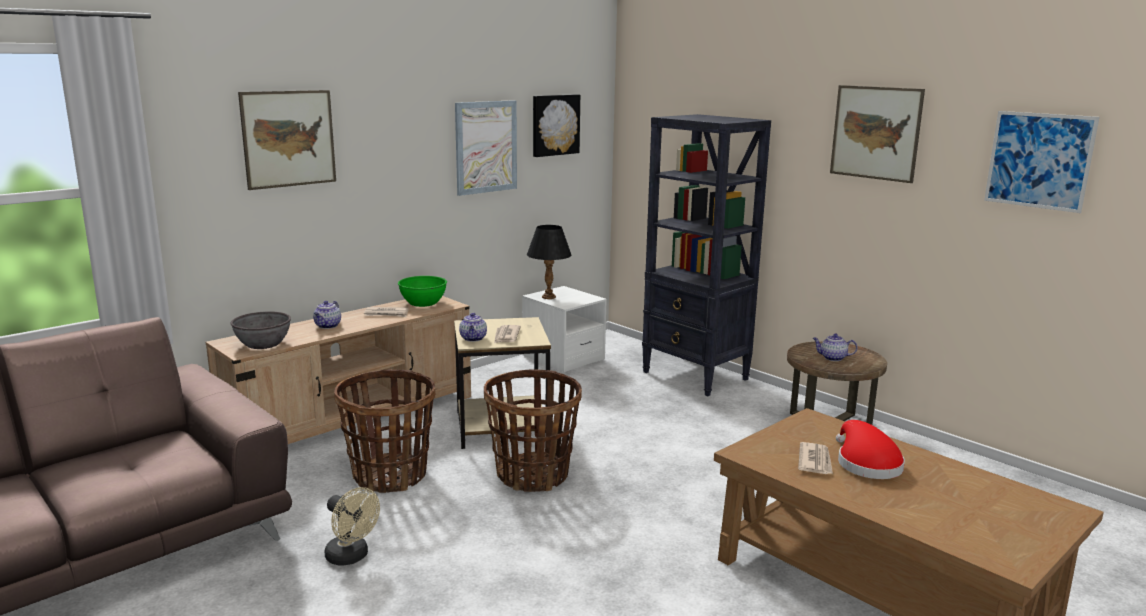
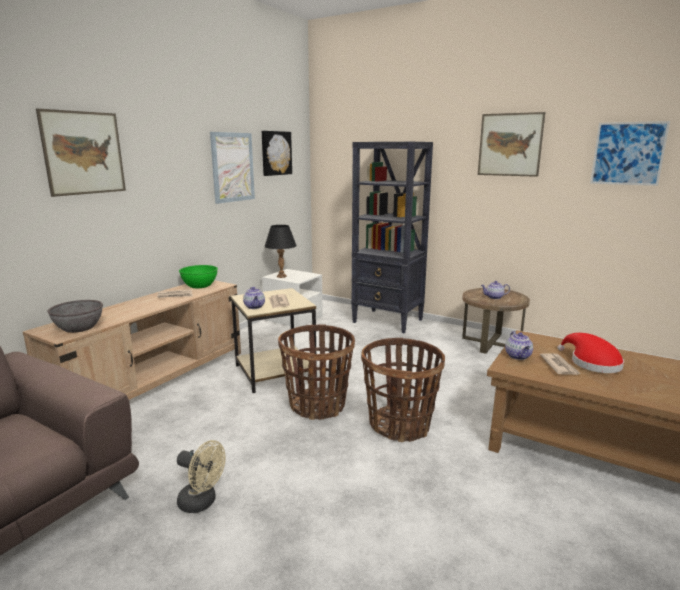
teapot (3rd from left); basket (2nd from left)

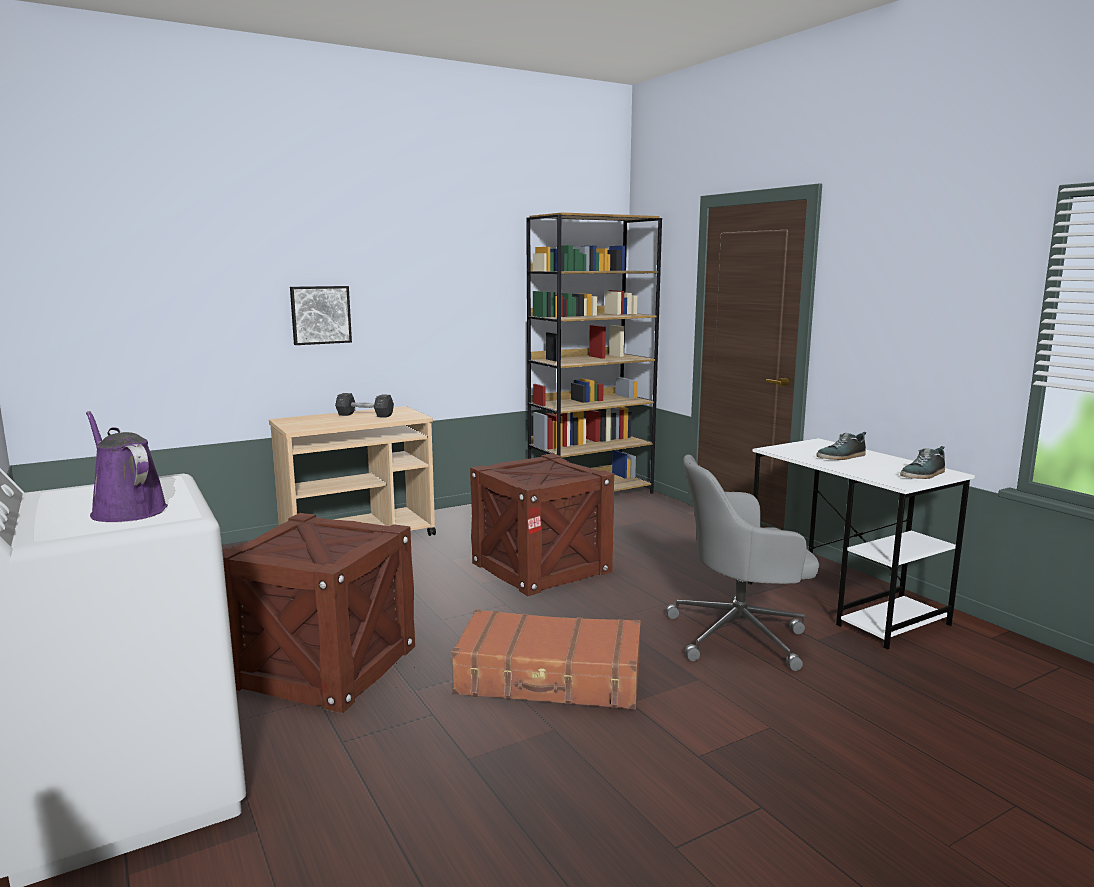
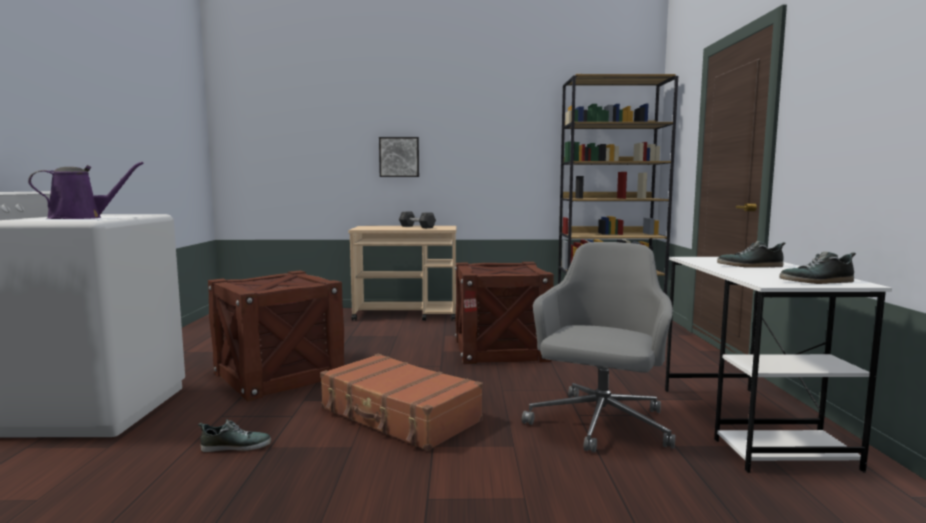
shoe (1st from left); watering can (purple); office chair (grey)

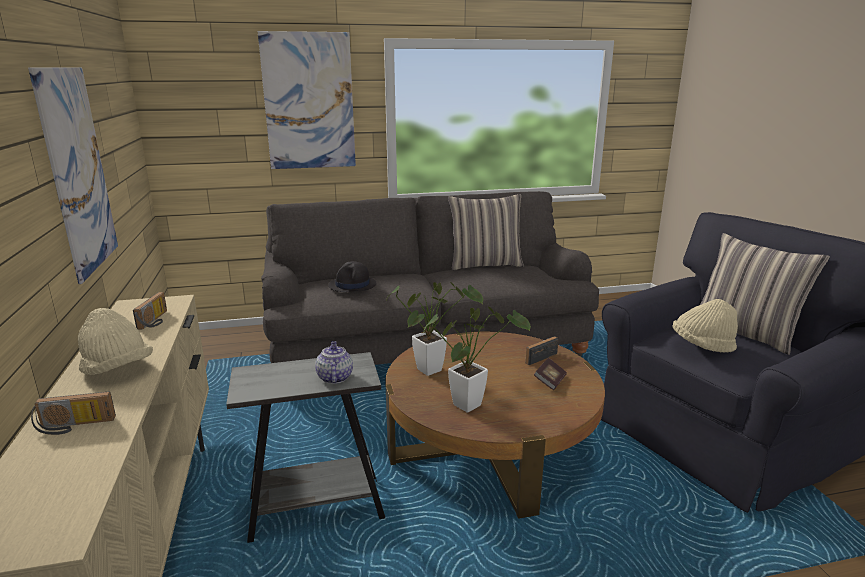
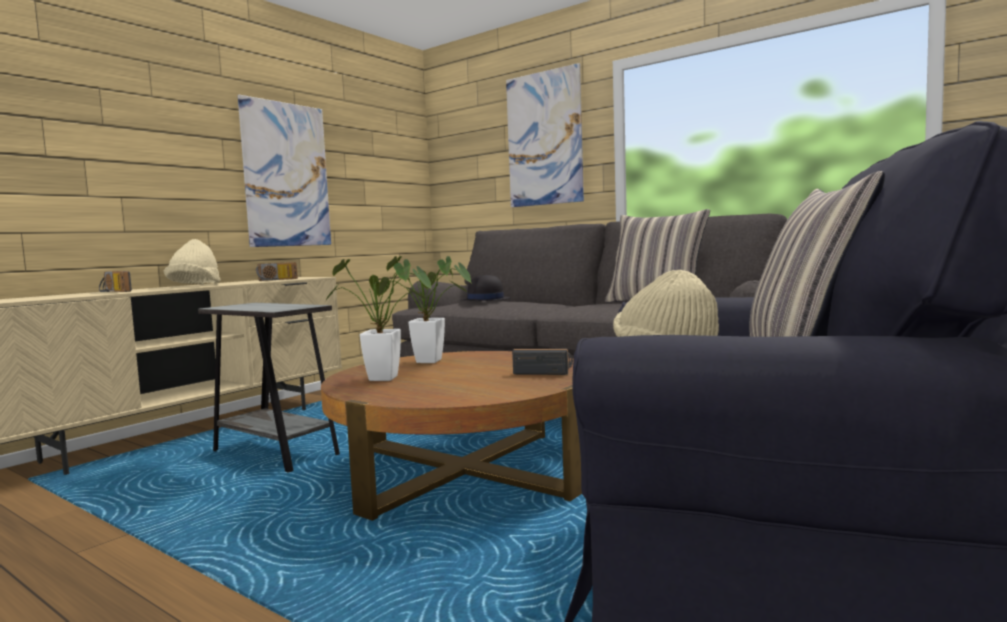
teapot; book

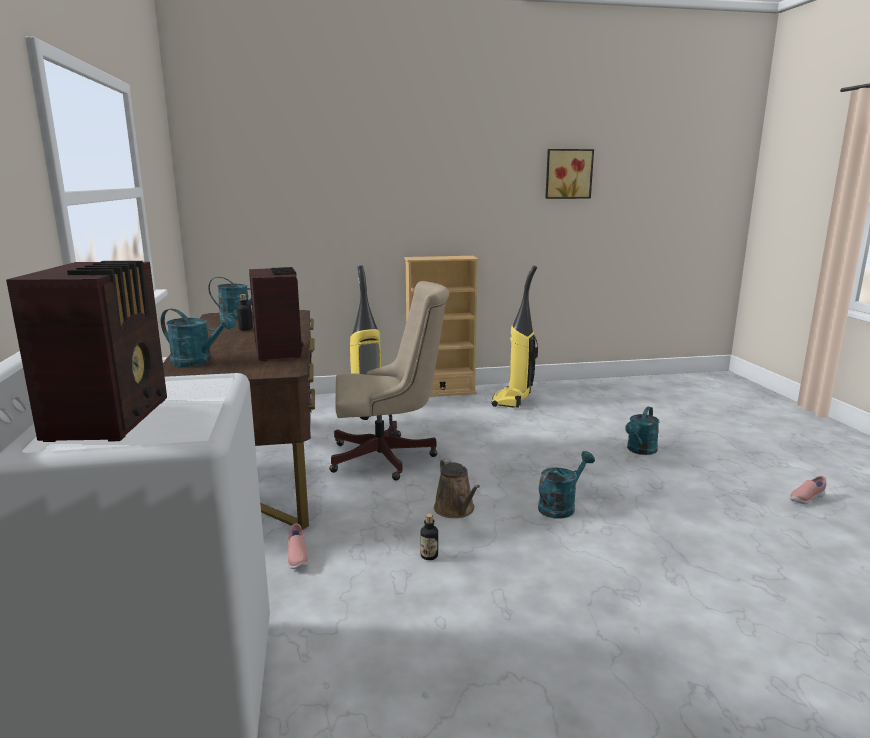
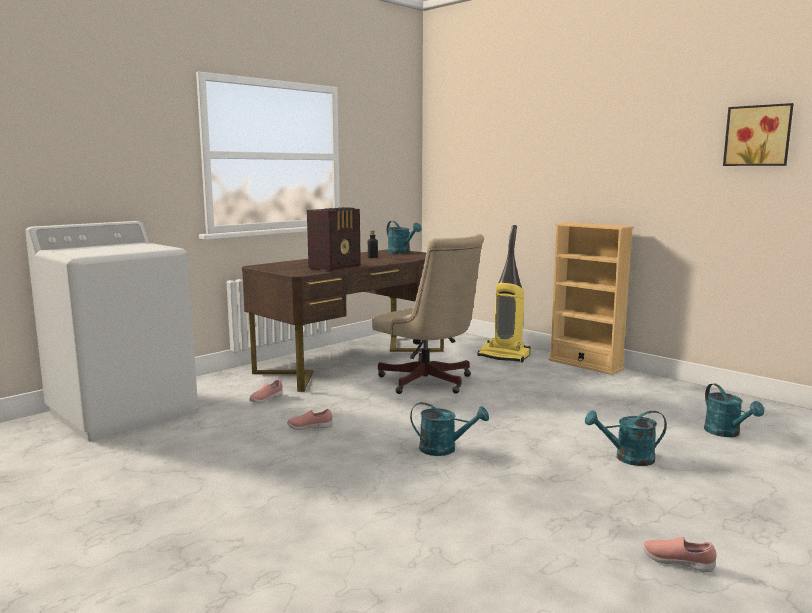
radio (1st from left in the first image); watering can (brown); vacuum cleaner (2nd from left in the first image); watering can (turquoise) (4th from left); shoe (pink) (2nd from left)

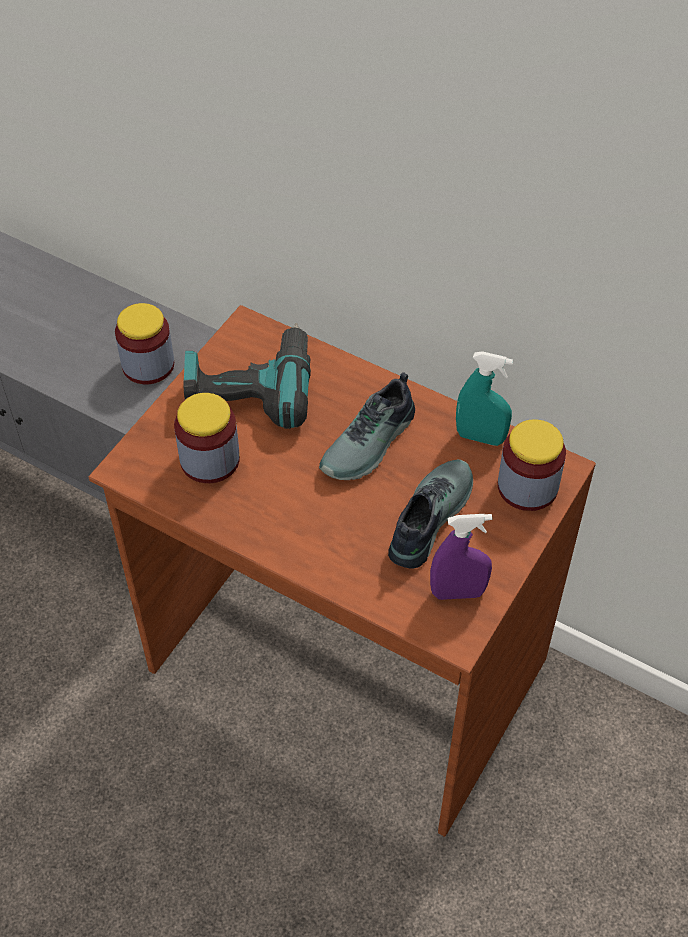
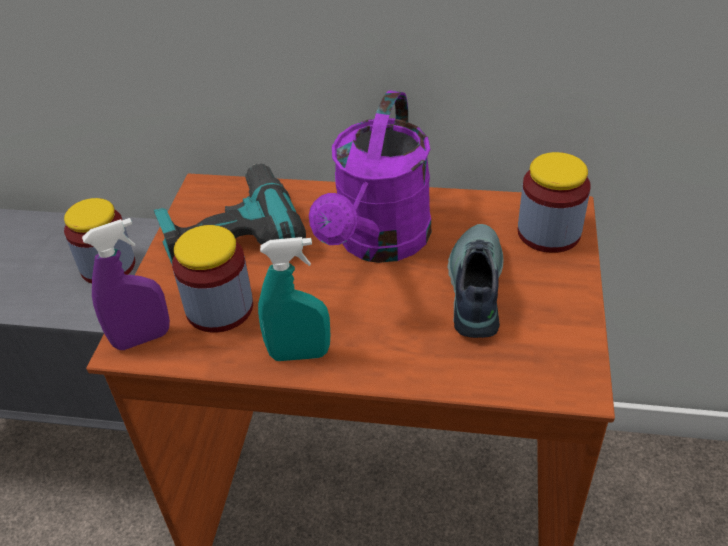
spray bottle (purple); spray bottle (turquoise); watering can (purple)

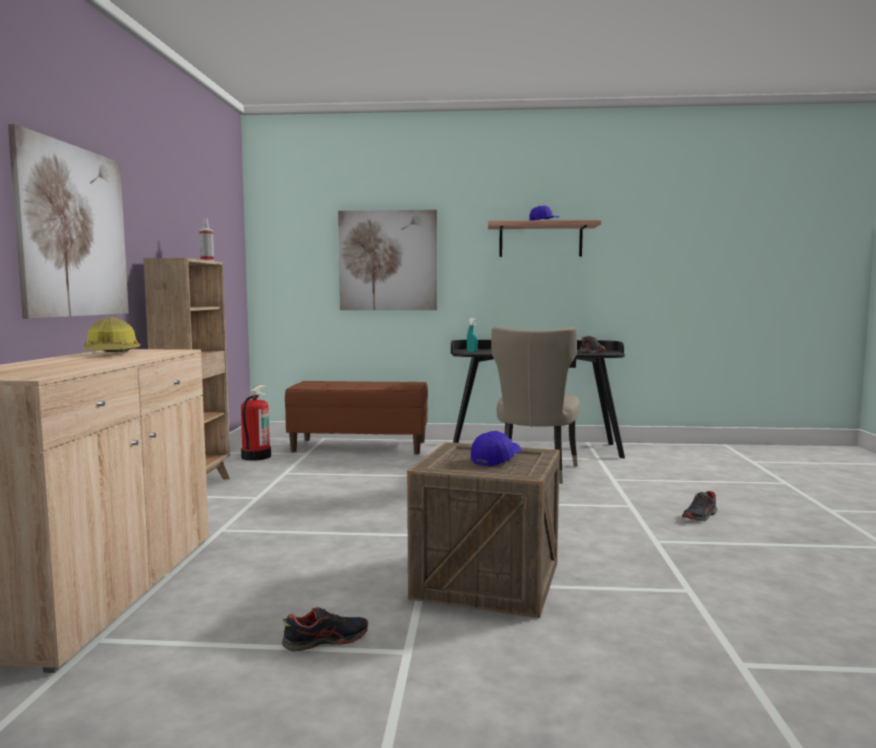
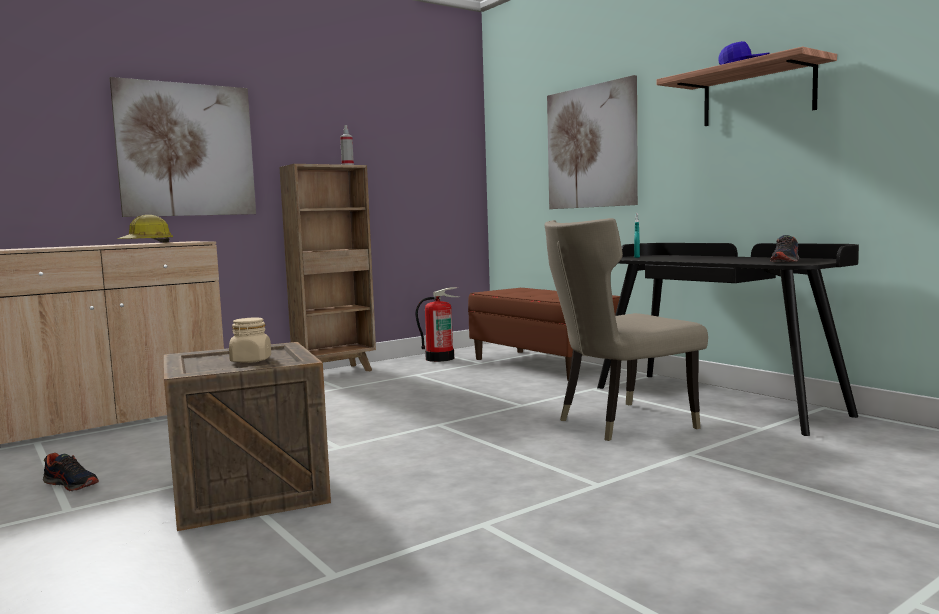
shoe (3rd from left in the first image); jar (beige)

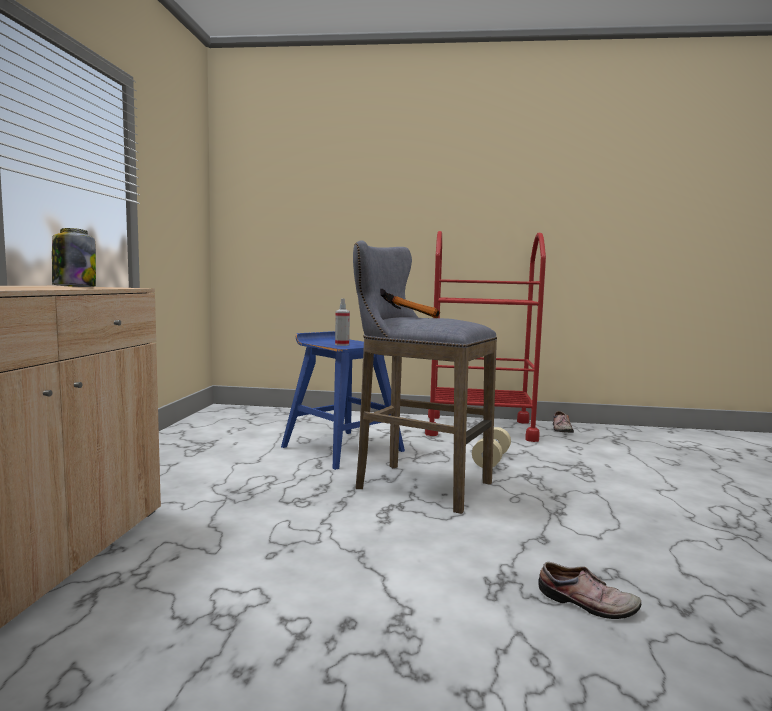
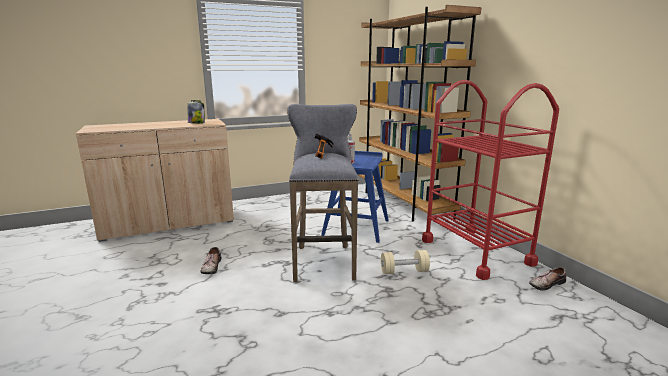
bookcase (brown); shoe (1st from left)

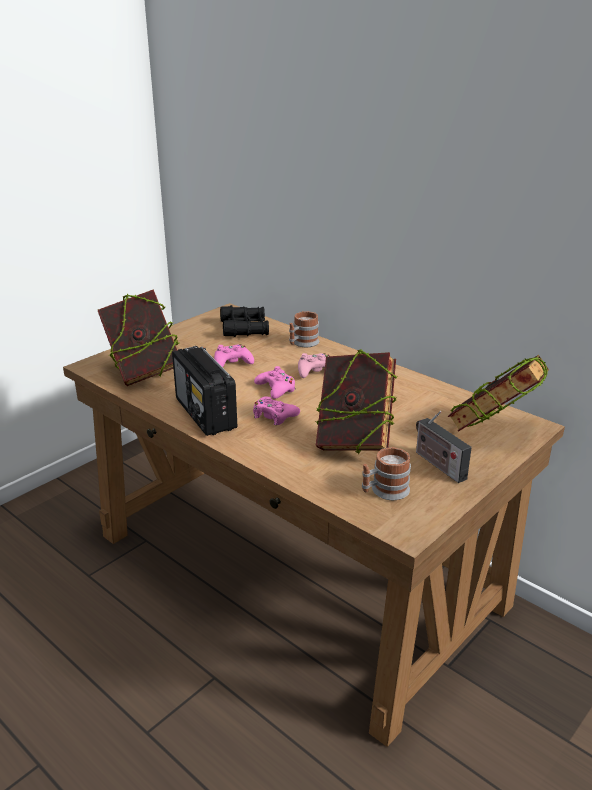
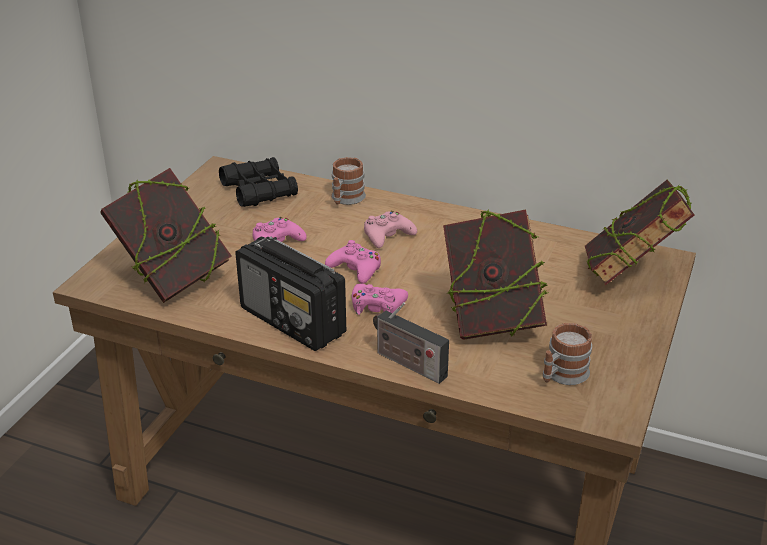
radio (2nd from left)

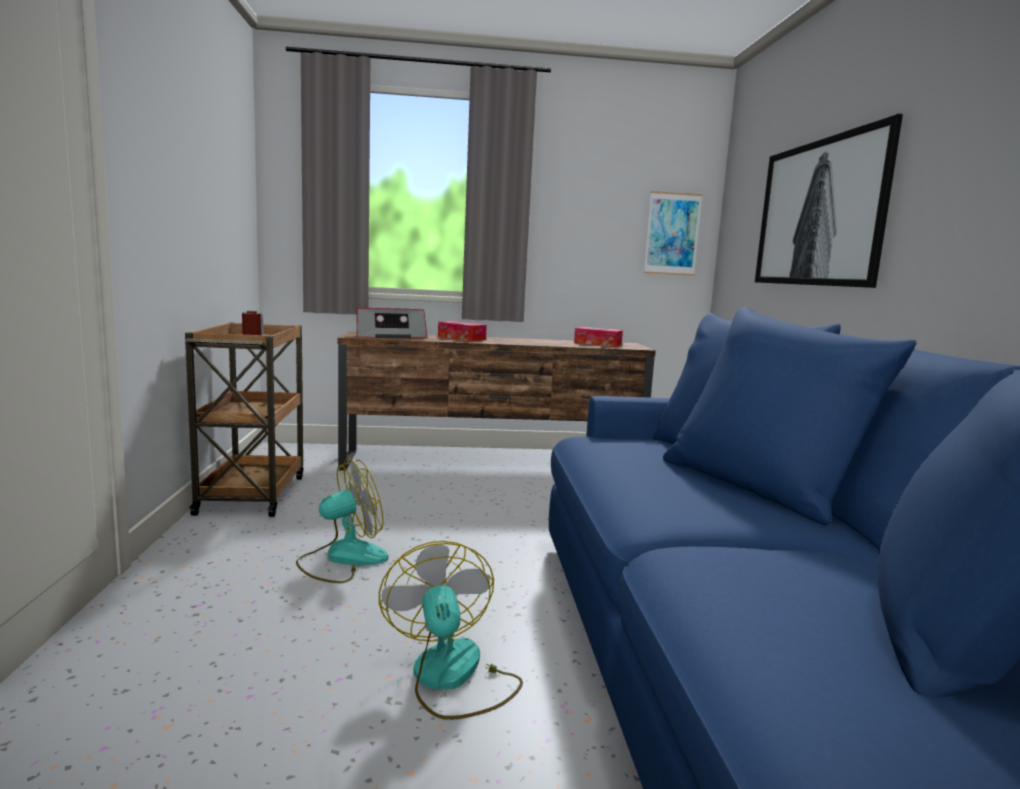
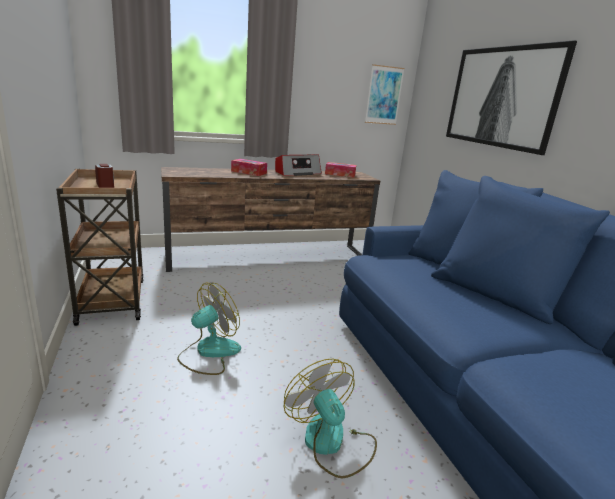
radio

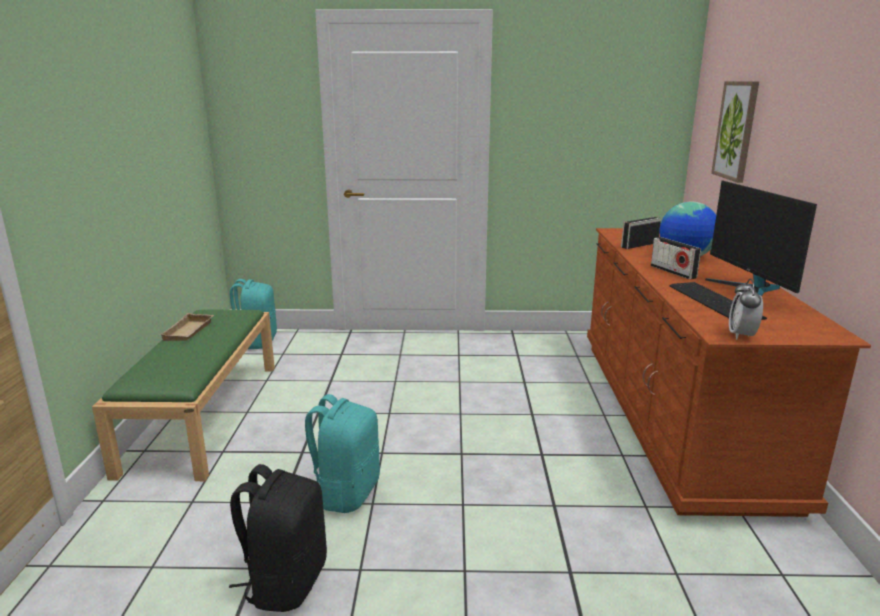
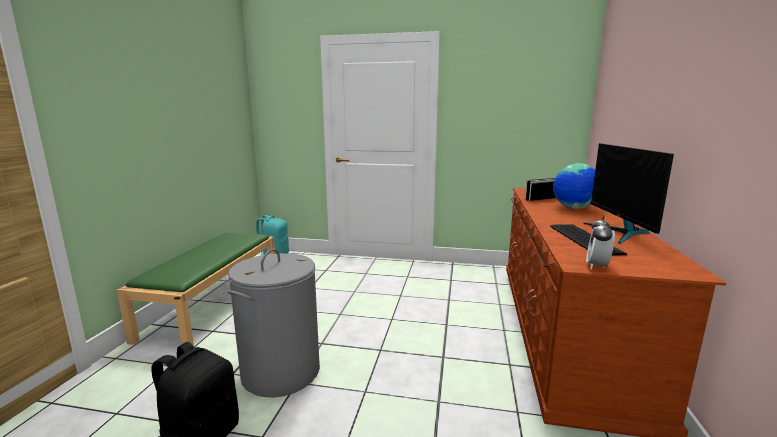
tray (beige); radio (2nd from left in the first image); picture; laundry basket (grey)

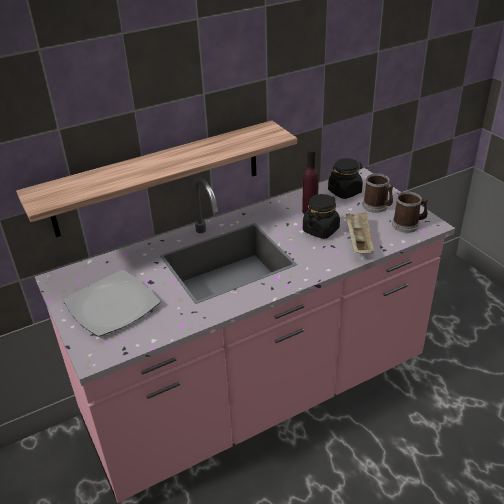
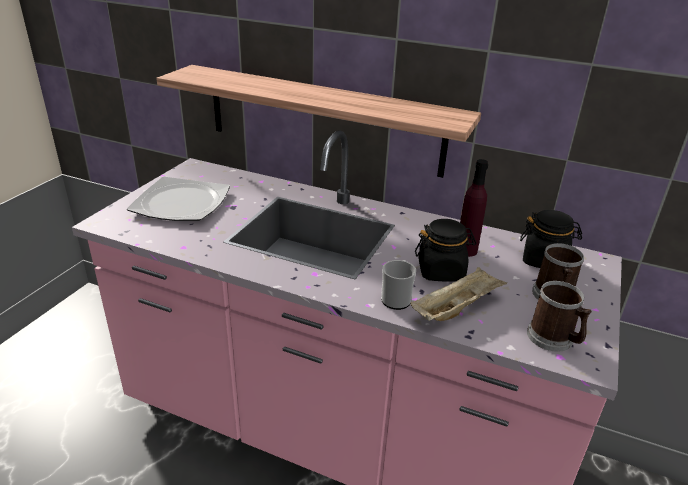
mug (1st from left)

